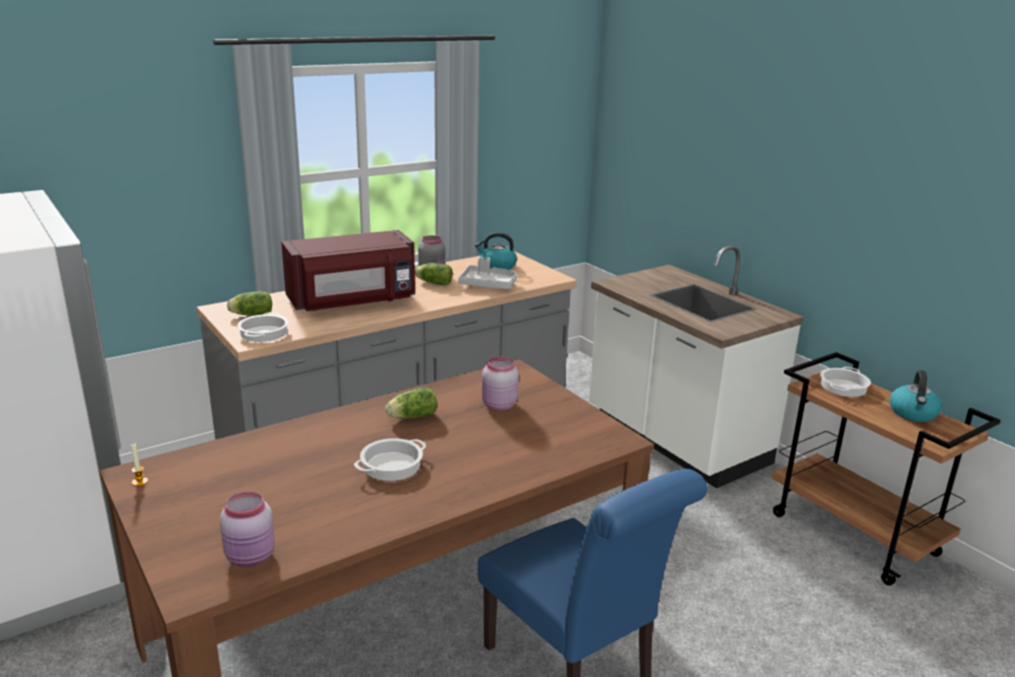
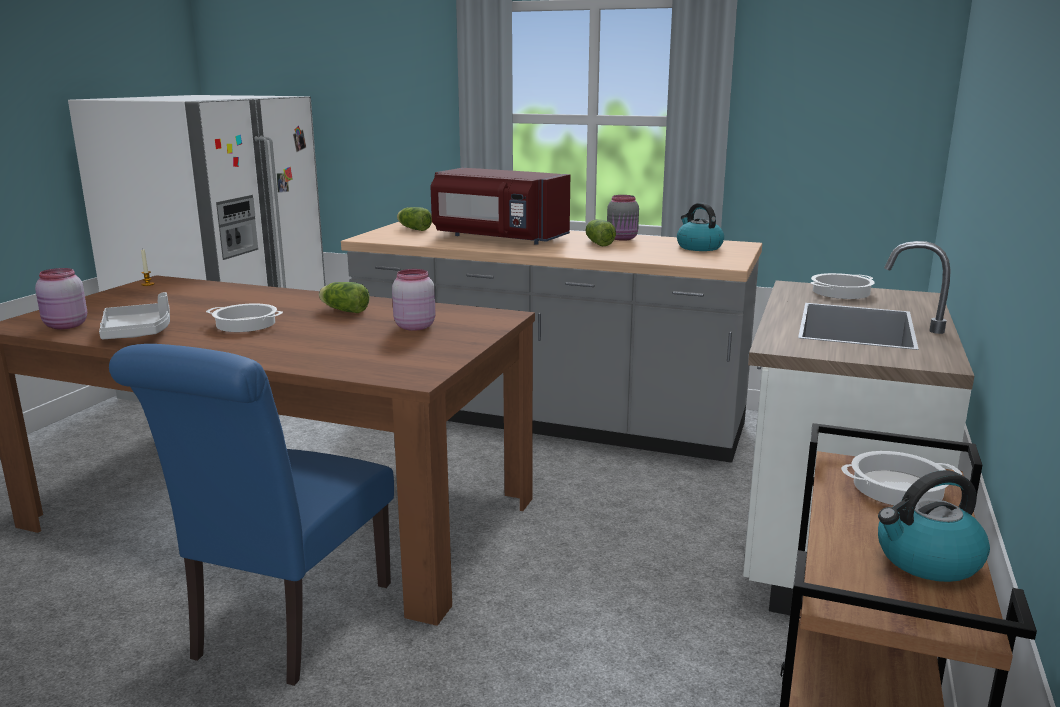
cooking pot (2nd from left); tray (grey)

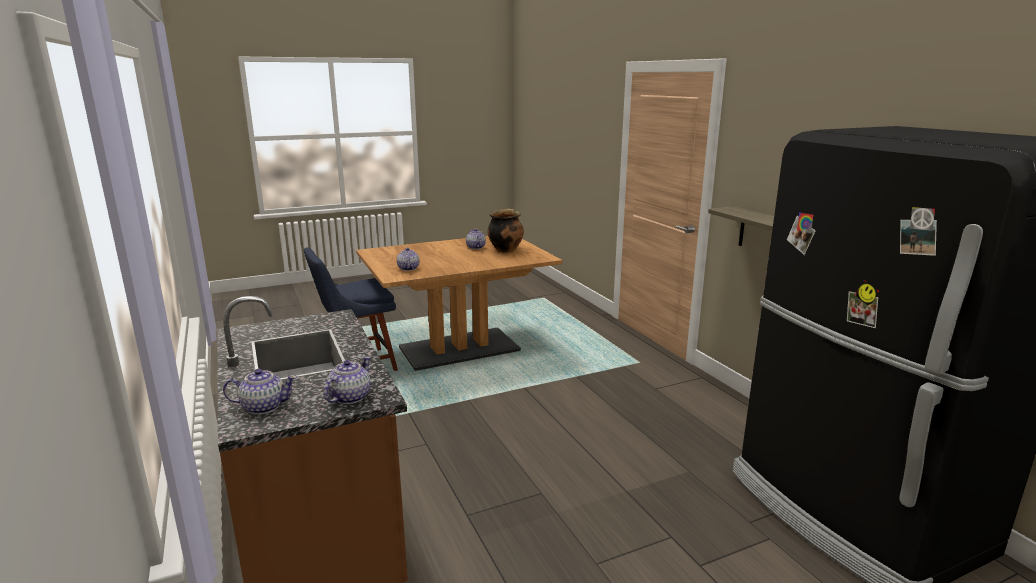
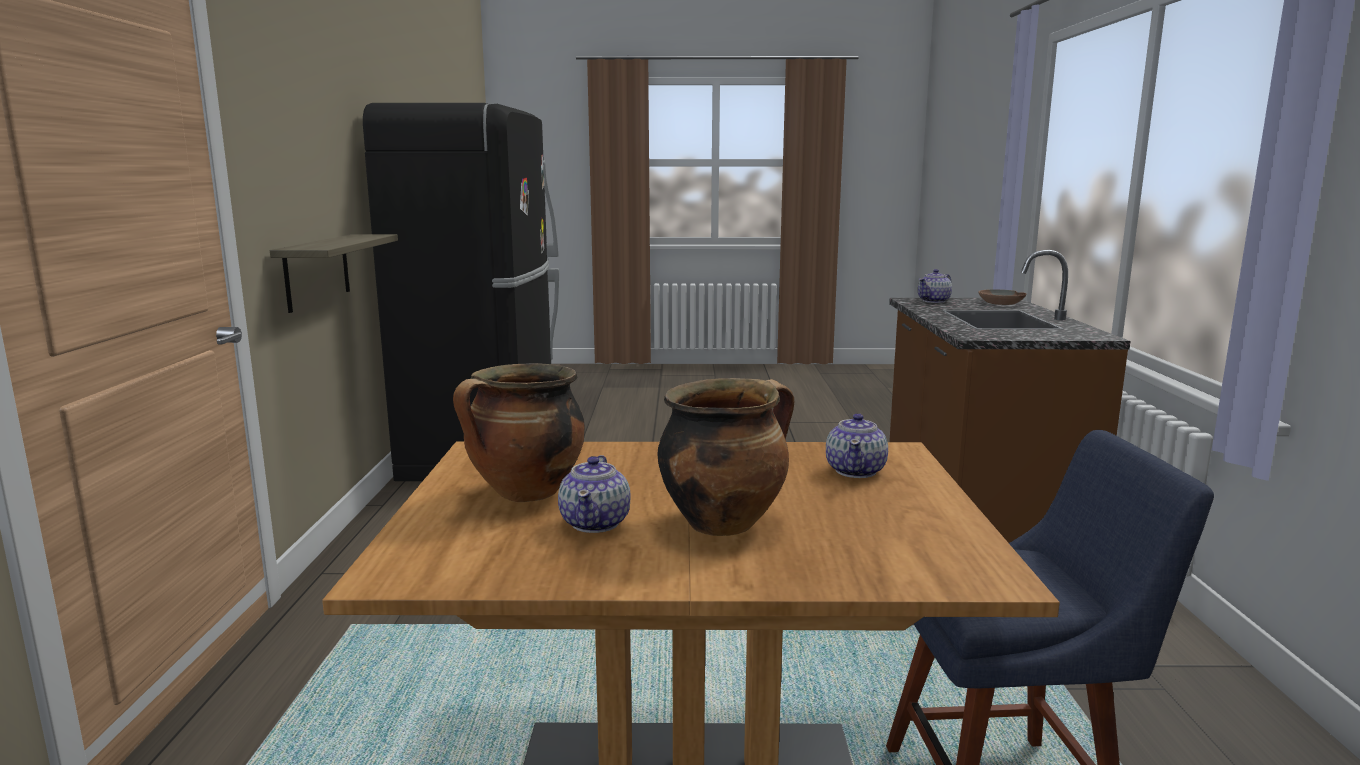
cooking pot (2nd from left); bowl (brown)

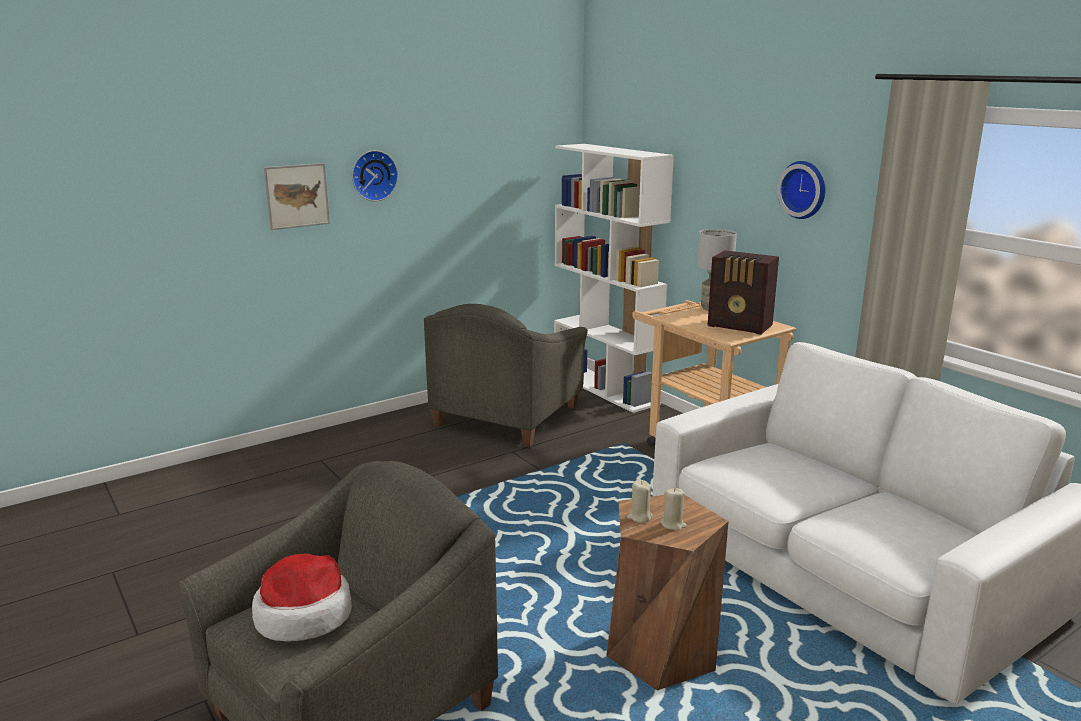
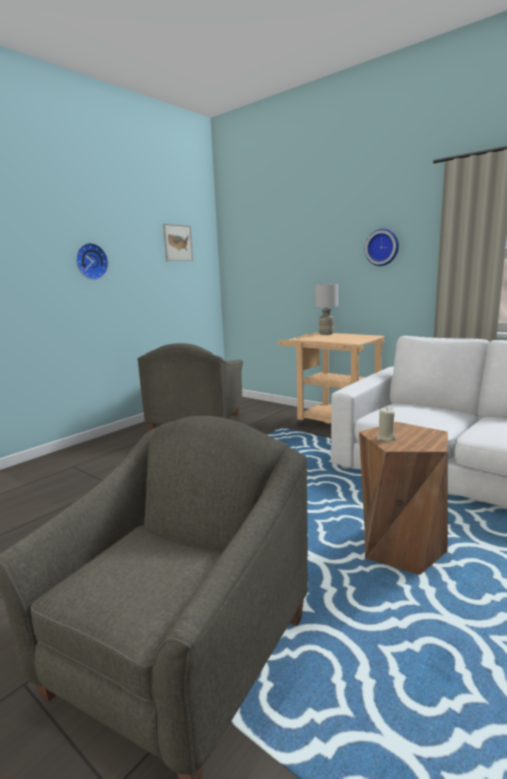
hat; bookcase (white); candle (beige) (2nd from left in the first image); radio; picture

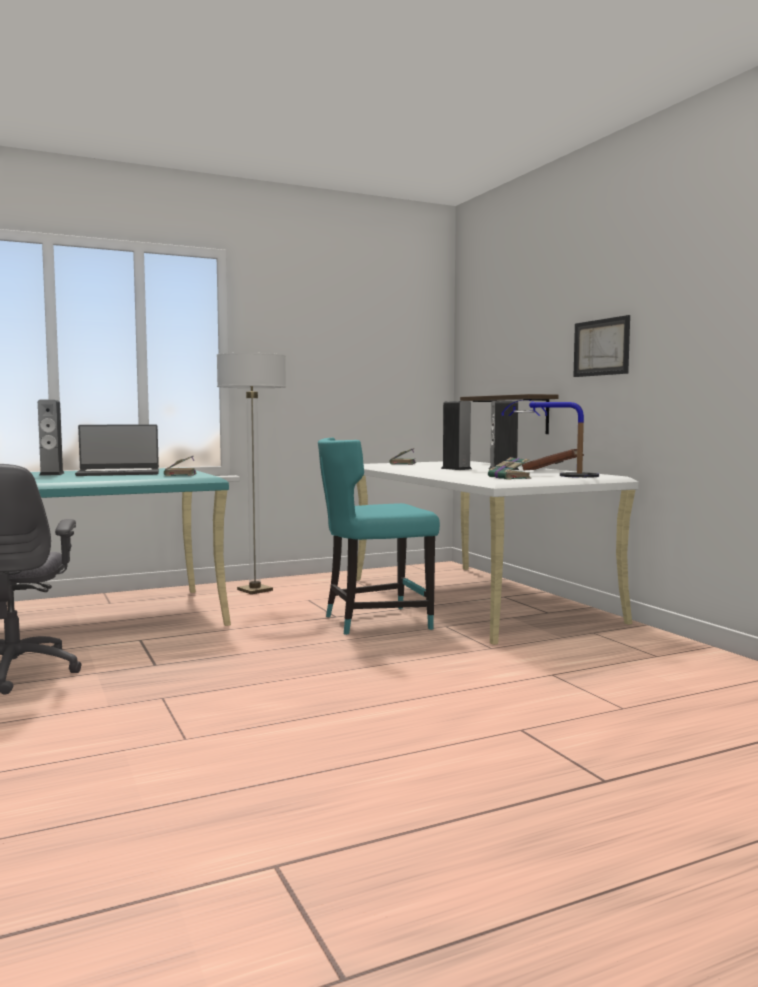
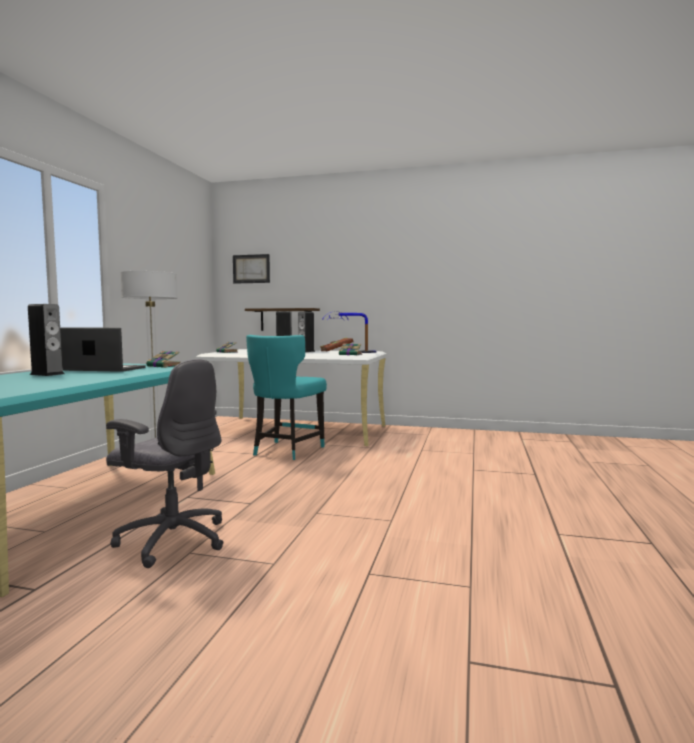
picture; laptop

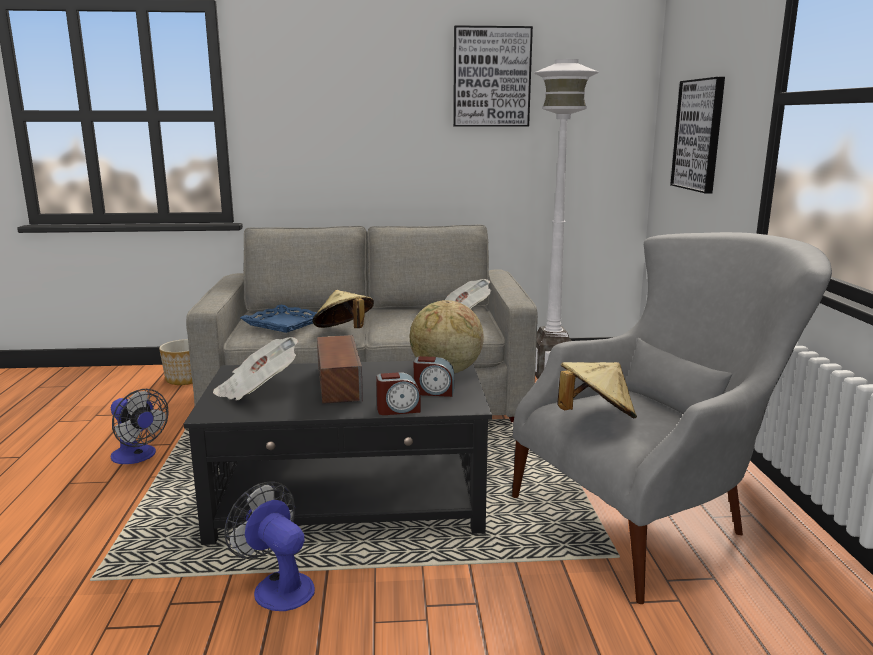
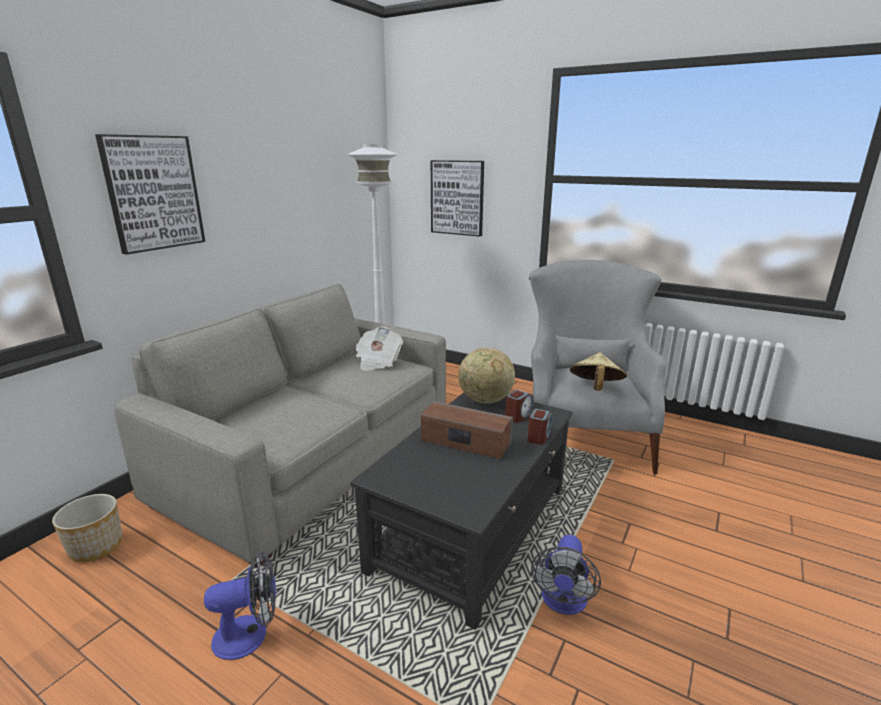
newspaper (1st from left in the first image); tray (blue); hat (beige) (1st from left in the first image); picture (1st from left); fan (2nd from left)

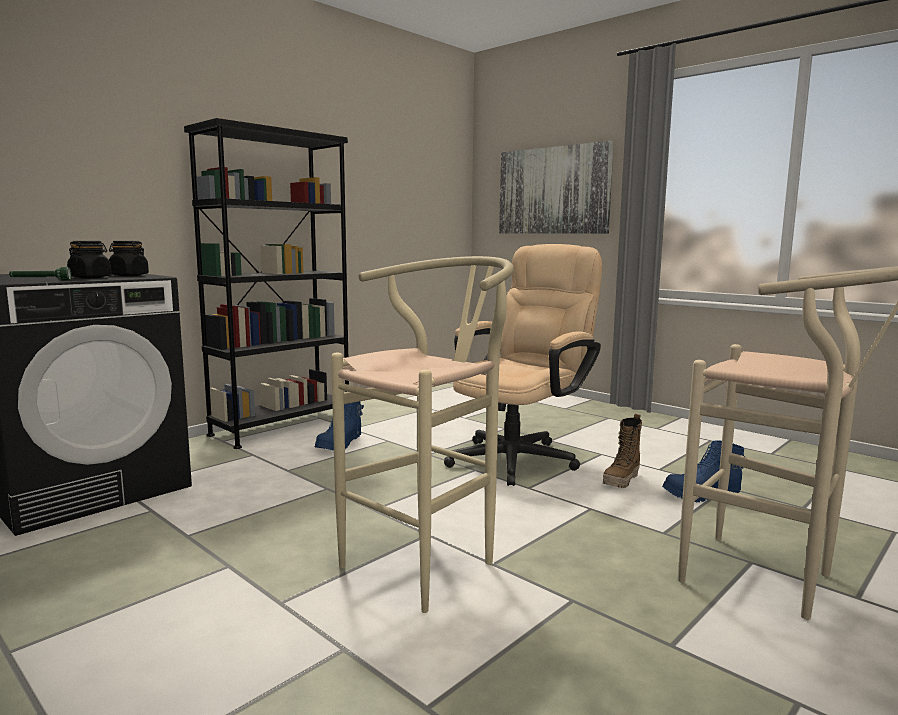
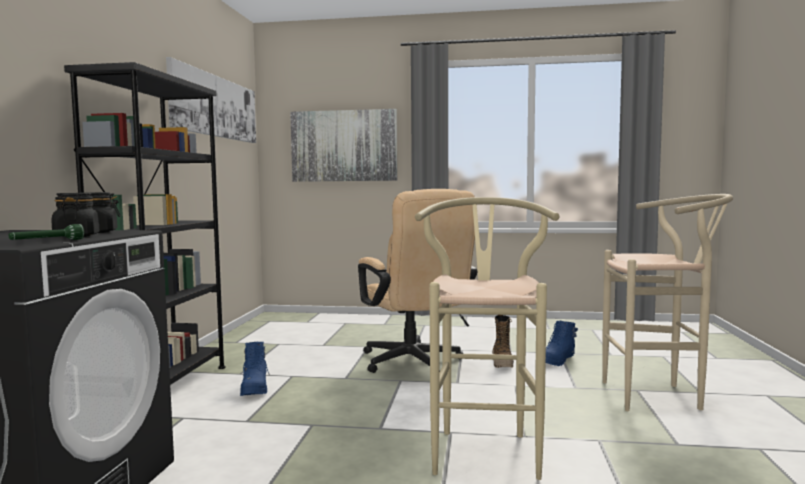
picture (1st from left); office chair (beige)

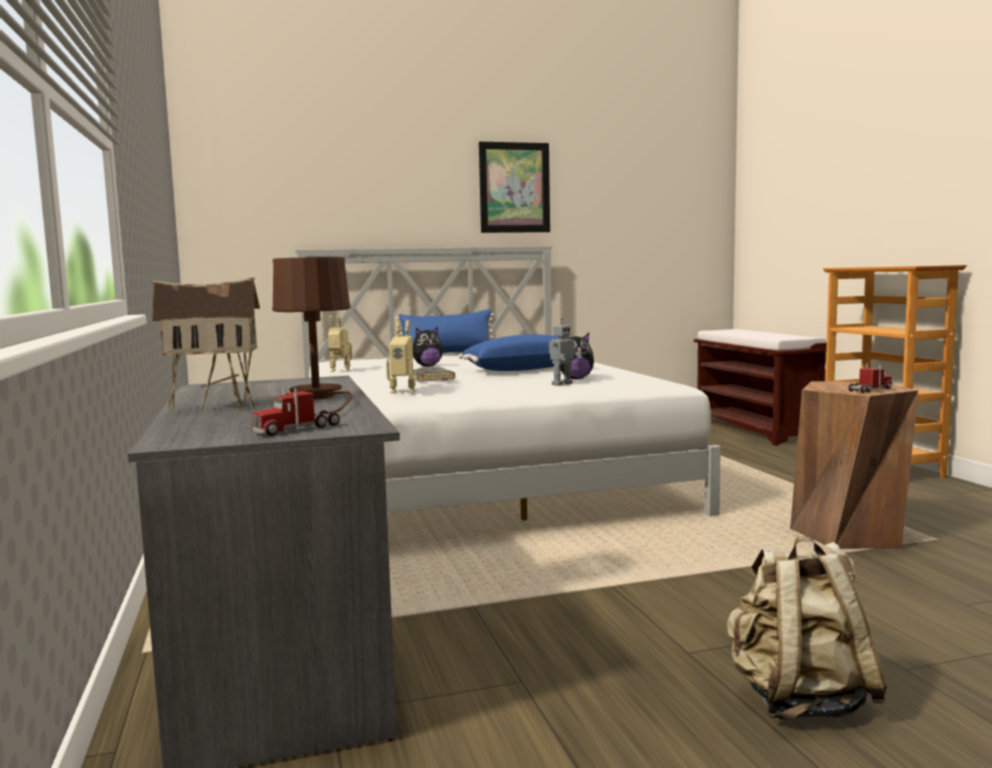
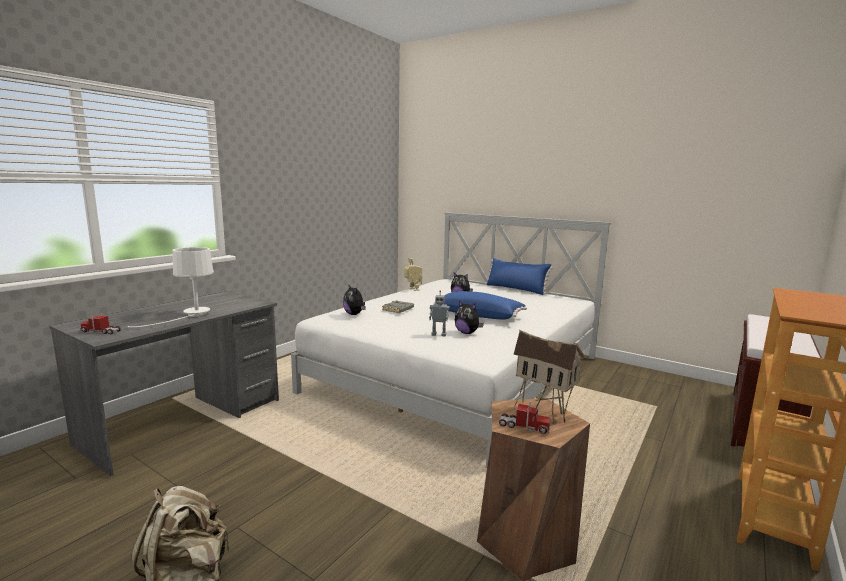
picture; toy house; plush toy (1st from left); table lamp (white)

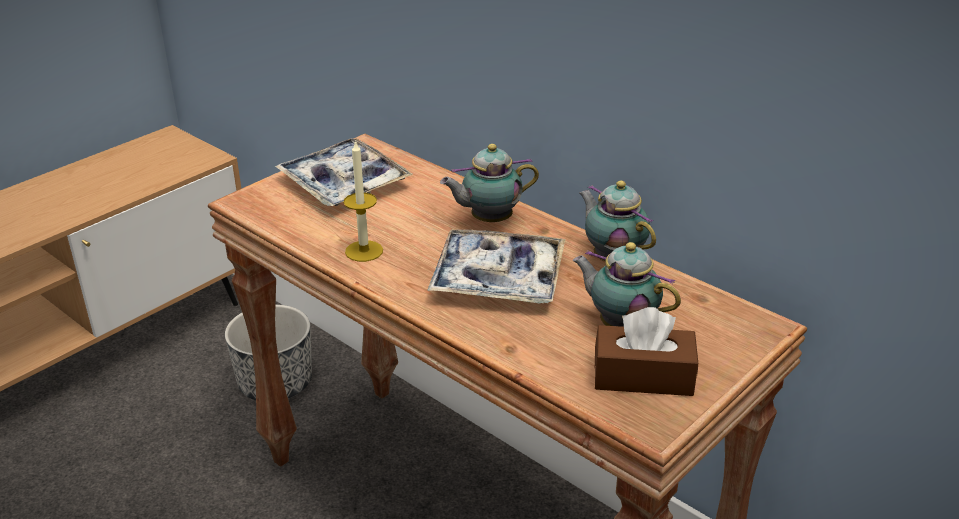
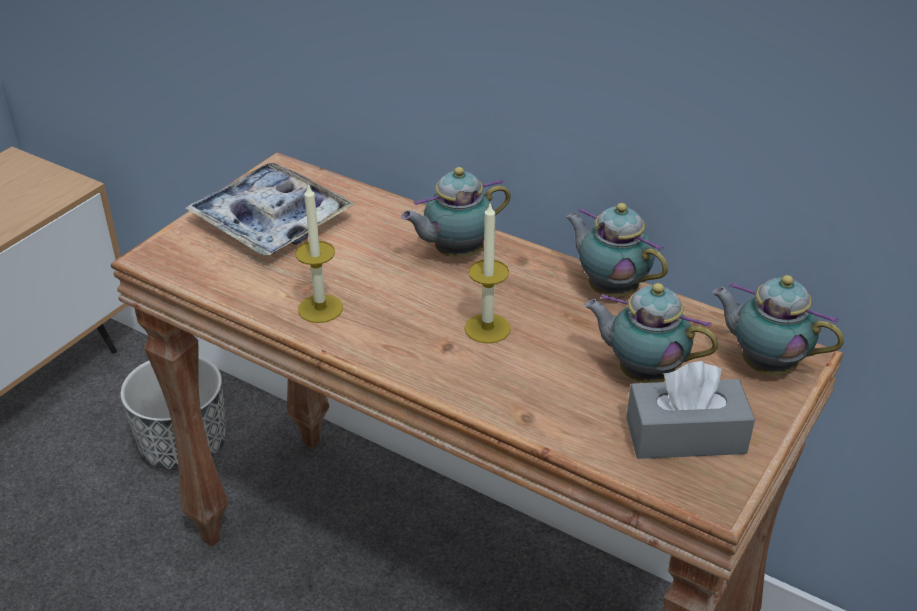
teapot (4th from left); candle (2nd from left); tissue box (grey)

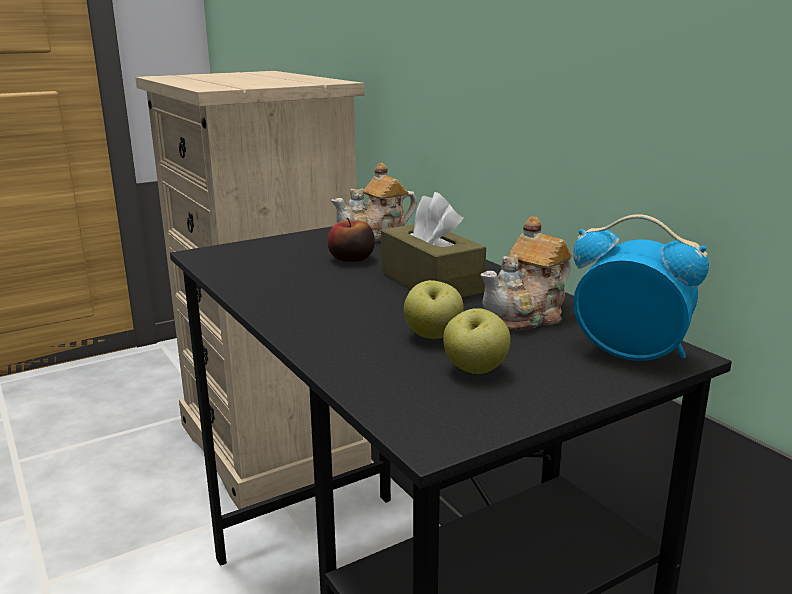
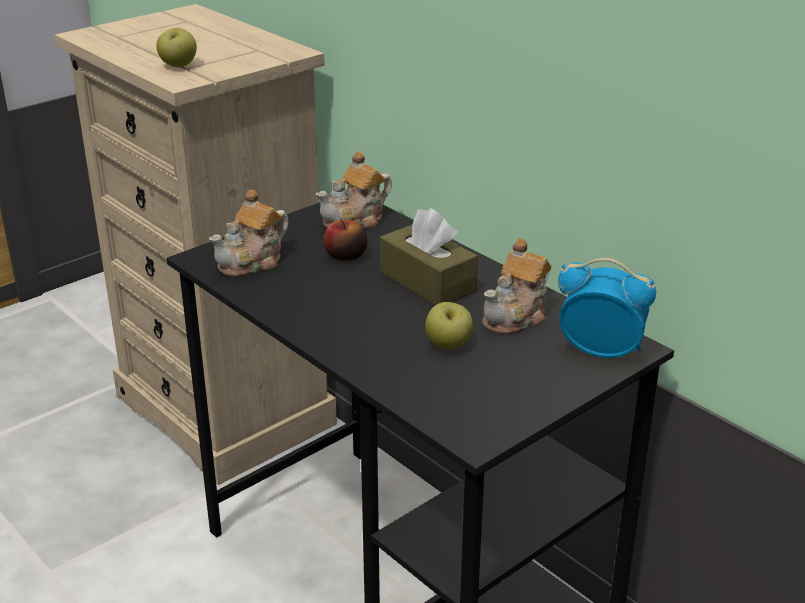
teapot (1st from left); apple (1st from left)

